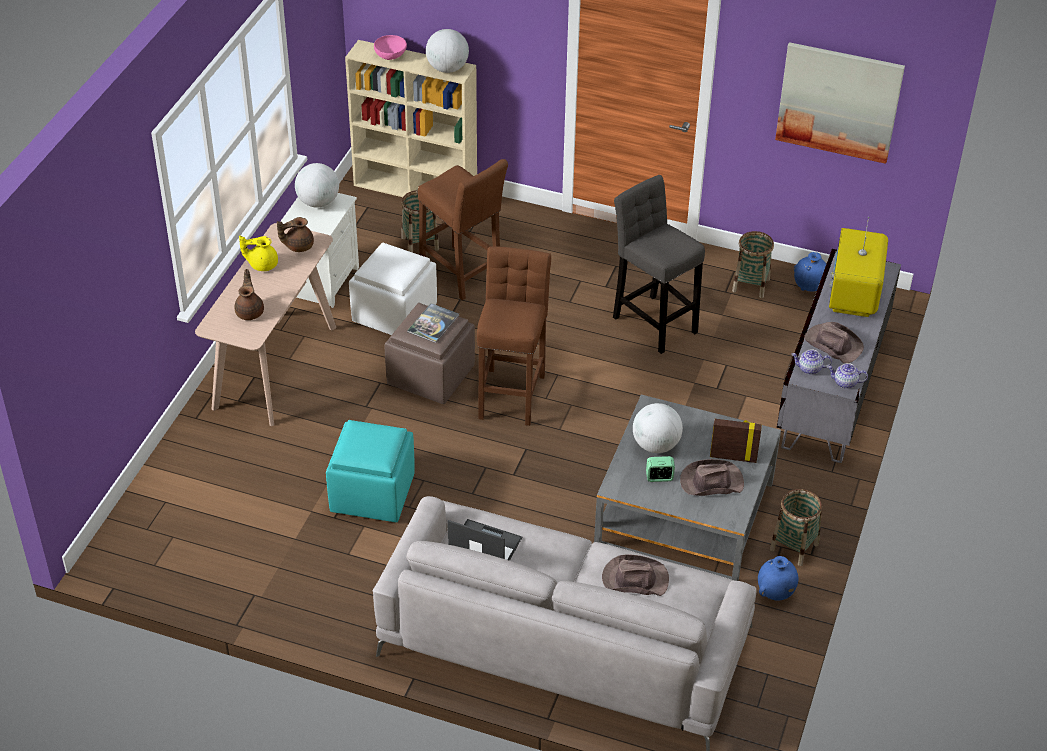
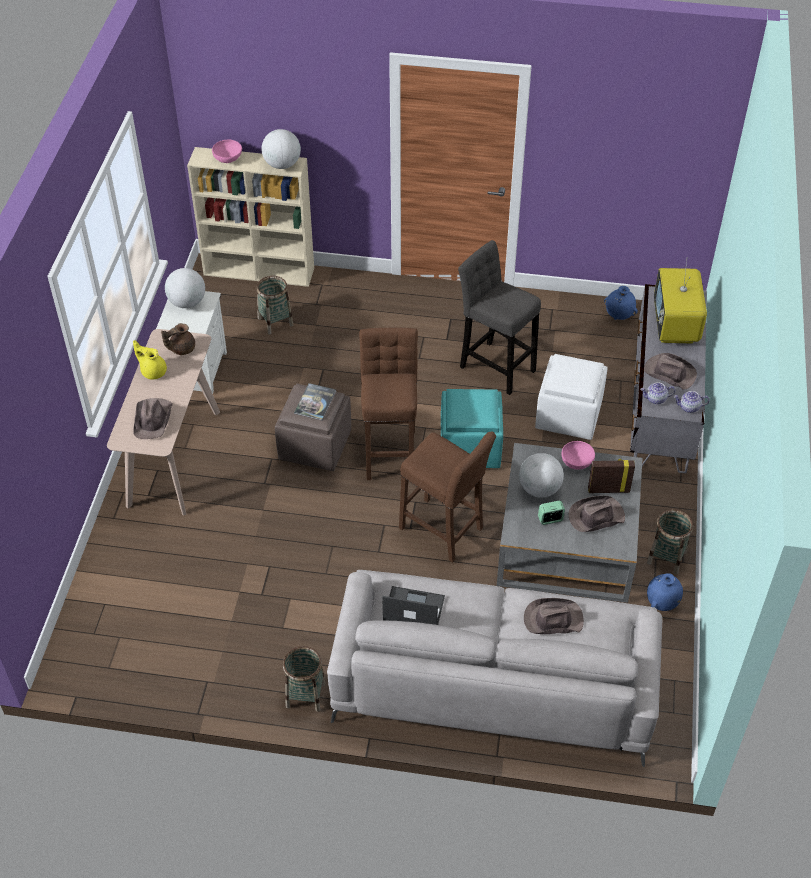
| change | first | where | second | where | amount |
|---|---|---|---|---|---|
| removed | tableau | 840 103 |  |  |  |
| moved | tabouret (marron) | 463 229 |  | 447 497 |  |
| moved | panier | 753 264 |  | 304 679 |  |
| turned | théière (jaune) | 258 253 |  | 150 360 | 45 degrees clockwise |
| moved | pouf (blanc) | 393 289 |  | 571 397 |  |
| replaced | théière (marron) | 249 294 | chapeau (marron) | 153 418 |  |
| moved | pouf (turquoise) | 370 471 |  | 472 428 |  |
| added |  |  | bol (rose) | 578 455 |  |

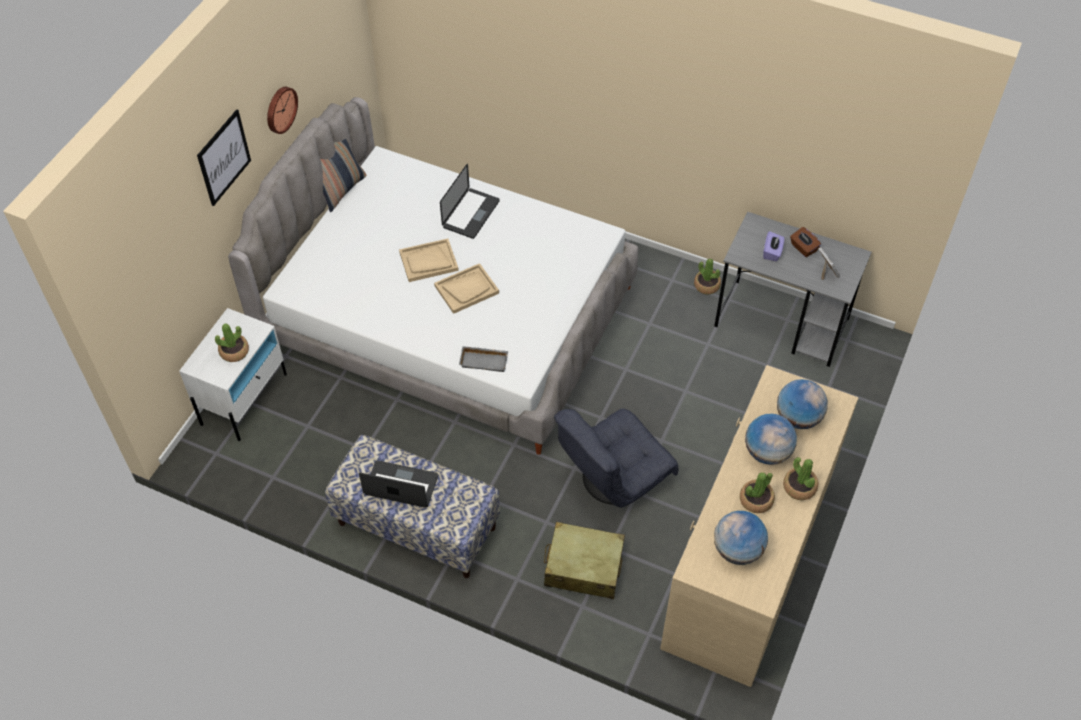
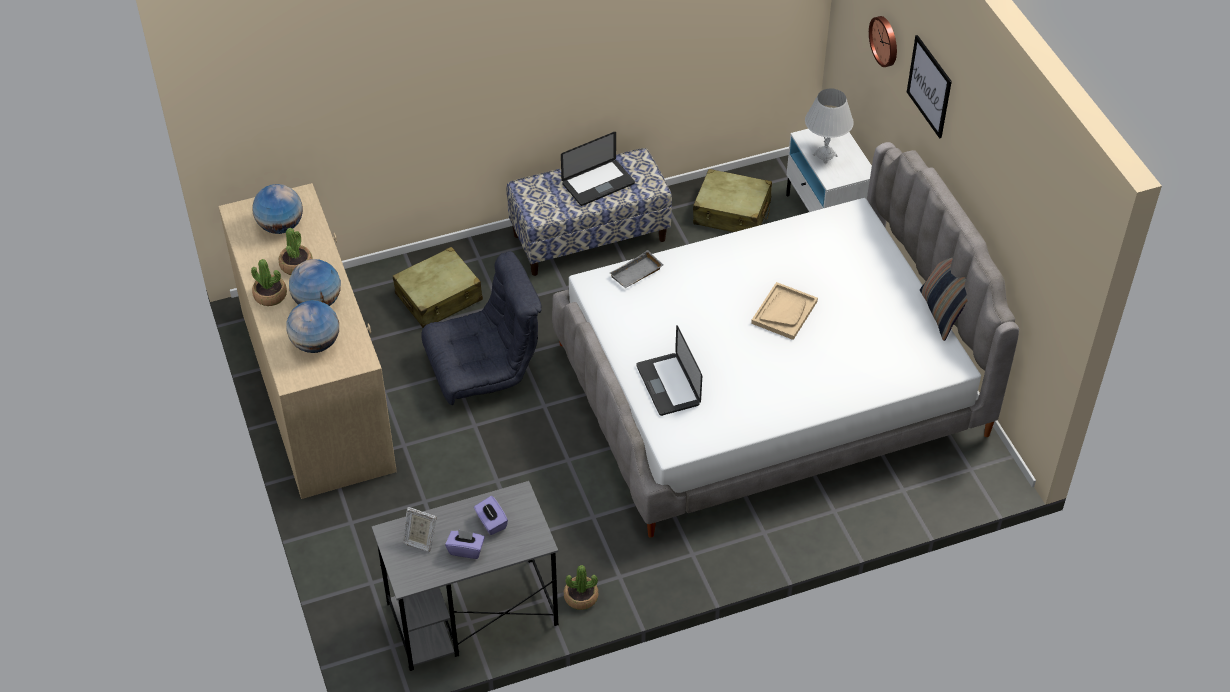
| change | first | where | second | where | amount |
|---|---|---|---|---|---|
| moved | horloge murale | 282 110 |  | 883 41 |  |
| moved | ordinateur portable | 470 201 |  | 669 370 |  |
| recoloured | boîte à mouchoirs (marron) | 805 242 | boîte à mouchoirs (violet) | 465 544 |  |
| removed | plateau (beige) | 466 288 |  |  |  |
| replaced | plante en pot | 232 342 | lampe de table (blanc) | 829 126 |  |
| turned | fauteuil (gris) | 616 457 |  | 481 328 | 60 degrees clockwise |
| added |  |  | valise (beige) | 732 200 |  |

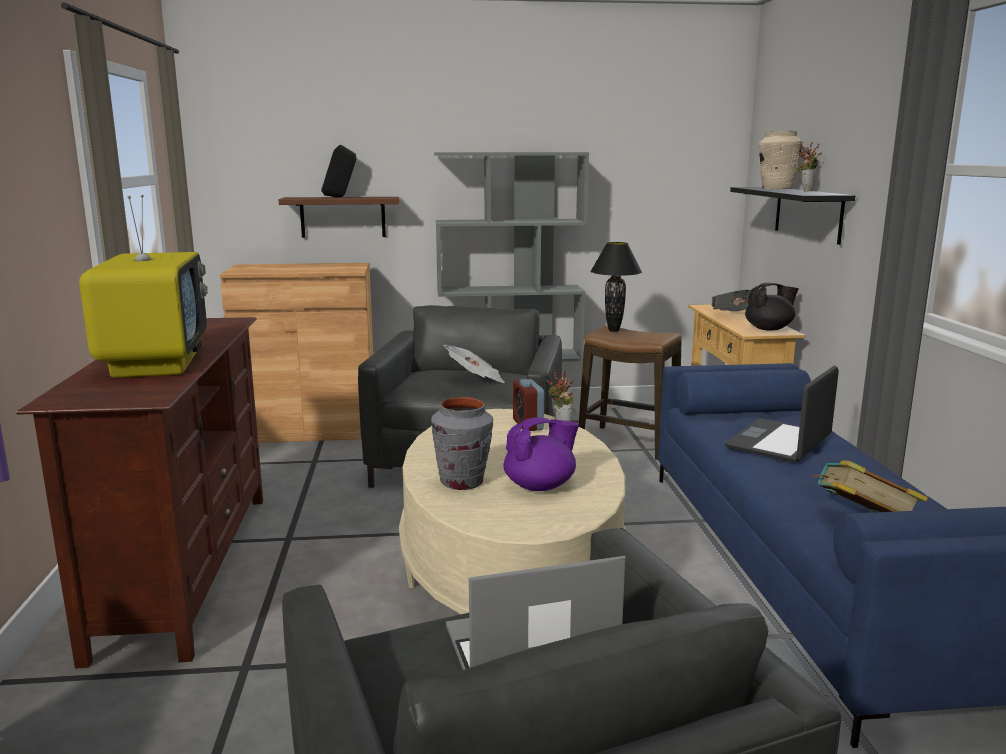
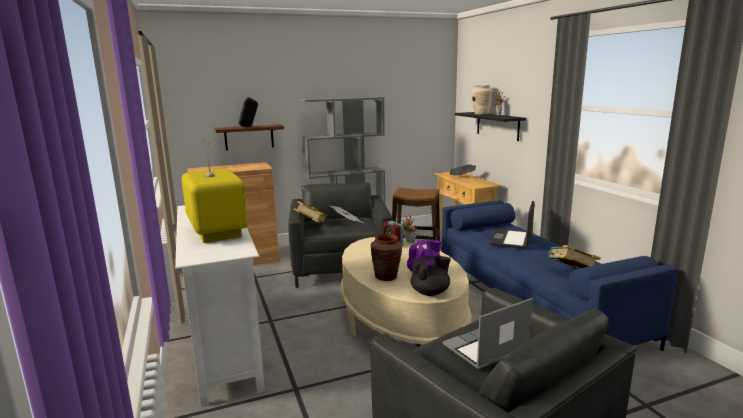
| change | first | where | second | where | amount |
|---|---|---|---|---|---|
| removed | lampe de table (noir) | 616 287 |  |  |  |
| moved | théière (noir) | 772 307 |  | 431 275 |  |
| recoloured | meuble télé (marron) | 139 493 | meuble télé (blanc) | 220 306 |  |
| recoloured | vase (gris) | 462 443 | vase (marron) | 386 257 |  |
| added |  |  | livre | 311 212 |  |

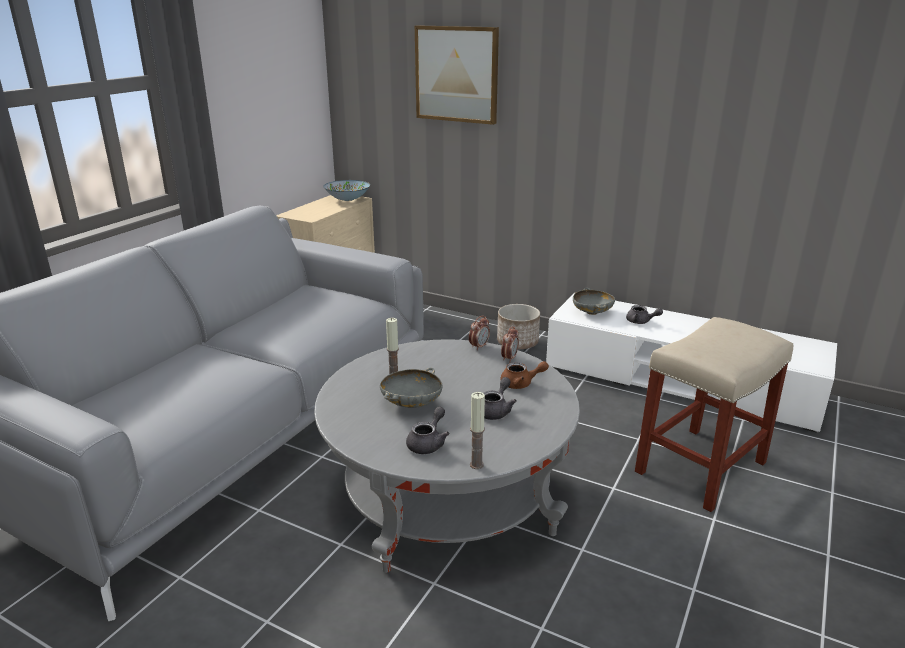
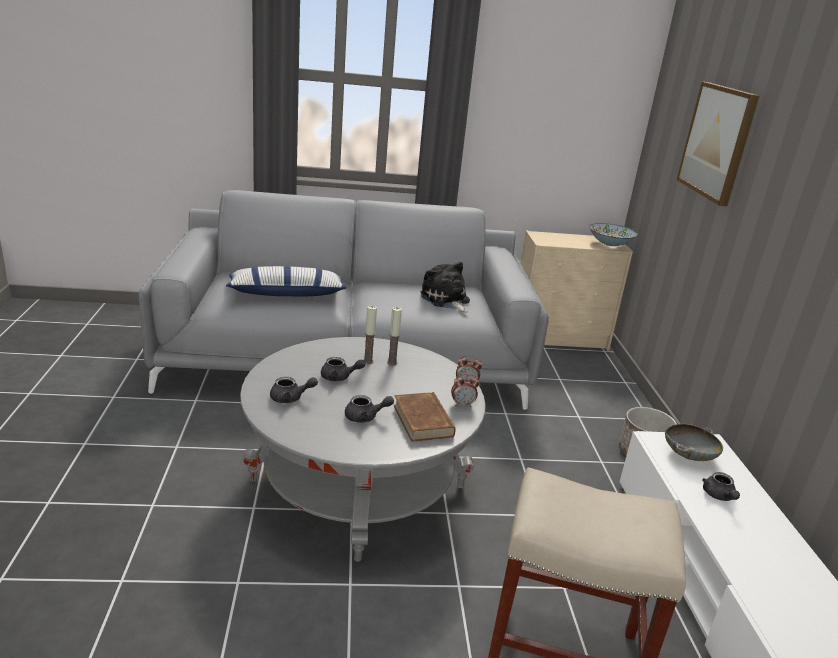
| change | first | where | second | where | amount |
|---|---|---|---|---|---|
| replaced | théière (marron) | 525 375 | livre (marron) | 424 417 |  |
| replaced | bol (gris) | 411 388 | théière (gris) | 343 369 |  |
| moved | bougie | 477 430 |  | 394 336 |  |
| added |  |  | peluche | 445 287 |  |
| added |  |  | coussin | 286 281 |  |

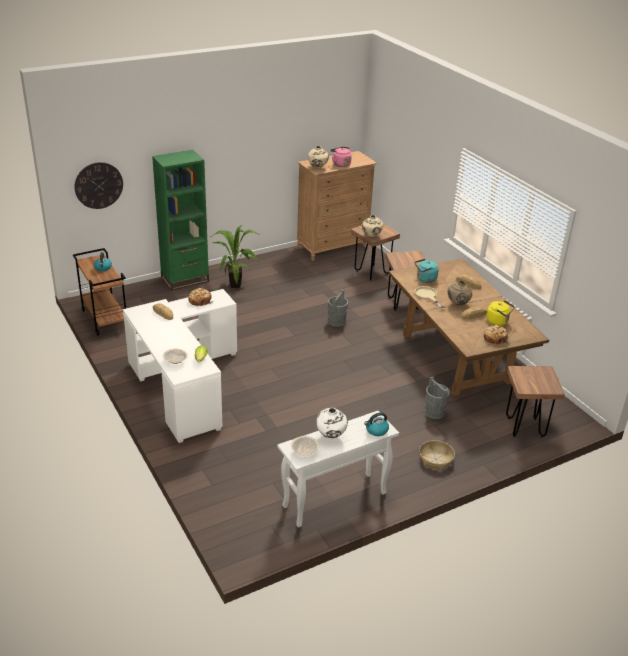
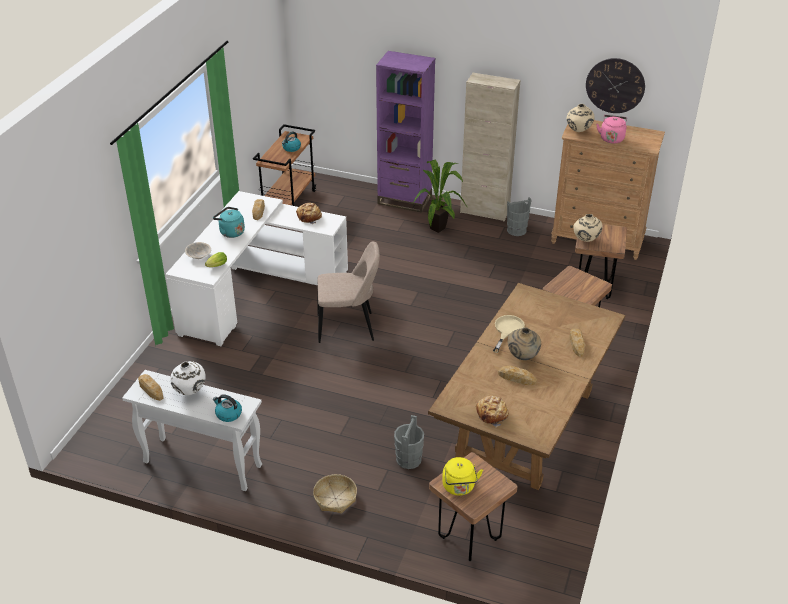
| change | first | where | second | where | amount |
|---|---|---|---|---|---|
| recoloured | bibliothèque (vert) | 180 220 | bibliothèque (violet) | 405 132 |  |
| moved | horloge murale | 98 185 |  | 615 85 |  |
| moved | bouilloire (turquoise) | 427 271 |  | 229 222 |  |
| moved | seau (gris) | 338 308 |  | 519 216 |  |
| moved | bouilloire (jaune) | 500 313 |  | 462 476 |  |
| replaced | bol (beige) | 305 446 | pain | 150 387 |  |
| added |  |  | meuble de rangement (beige) | 490 147 |  |
| added |  |  | chaise (beige) | 348 292 |  |

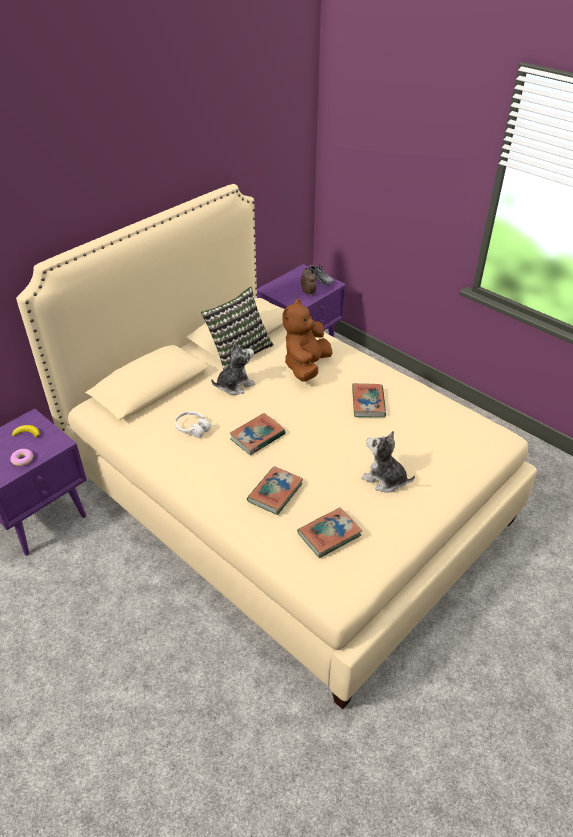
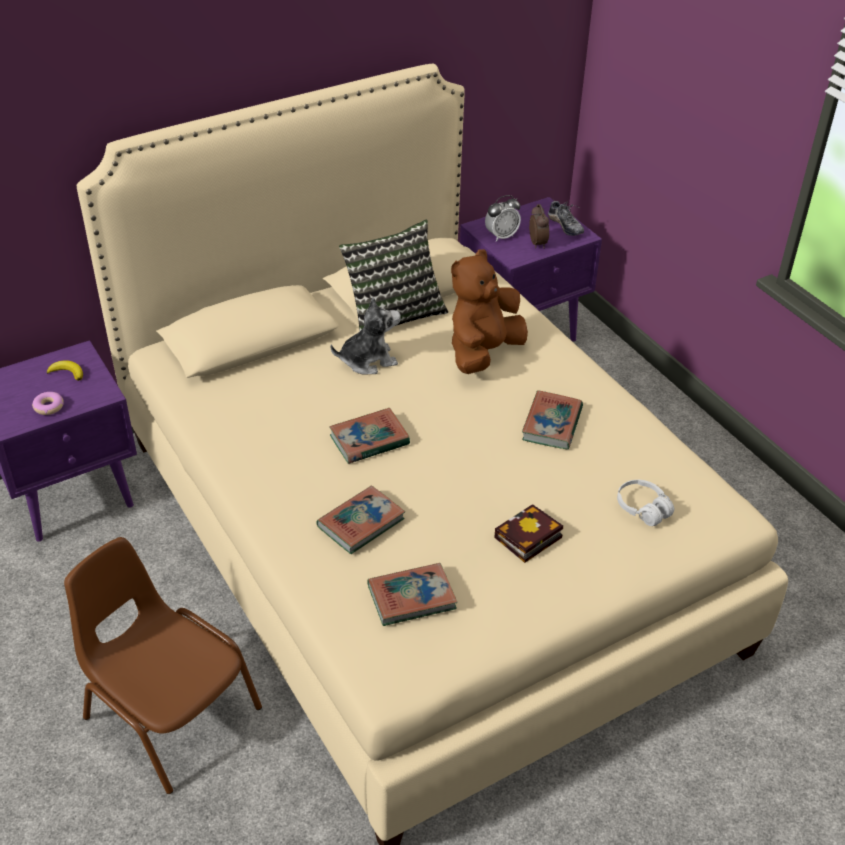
| change | first | where | second | where | amount |
|---|---|---|---|---|---|
| moved | casque audio (blanc) | 193 424 |  | 645 503 |  |
| replaced | peluche | 388 462 | livre | 528 533 |  |
| added |  |  | réveil | 503 218 |  |
| added |  |  | chaise (marron) | 163 665 |  |

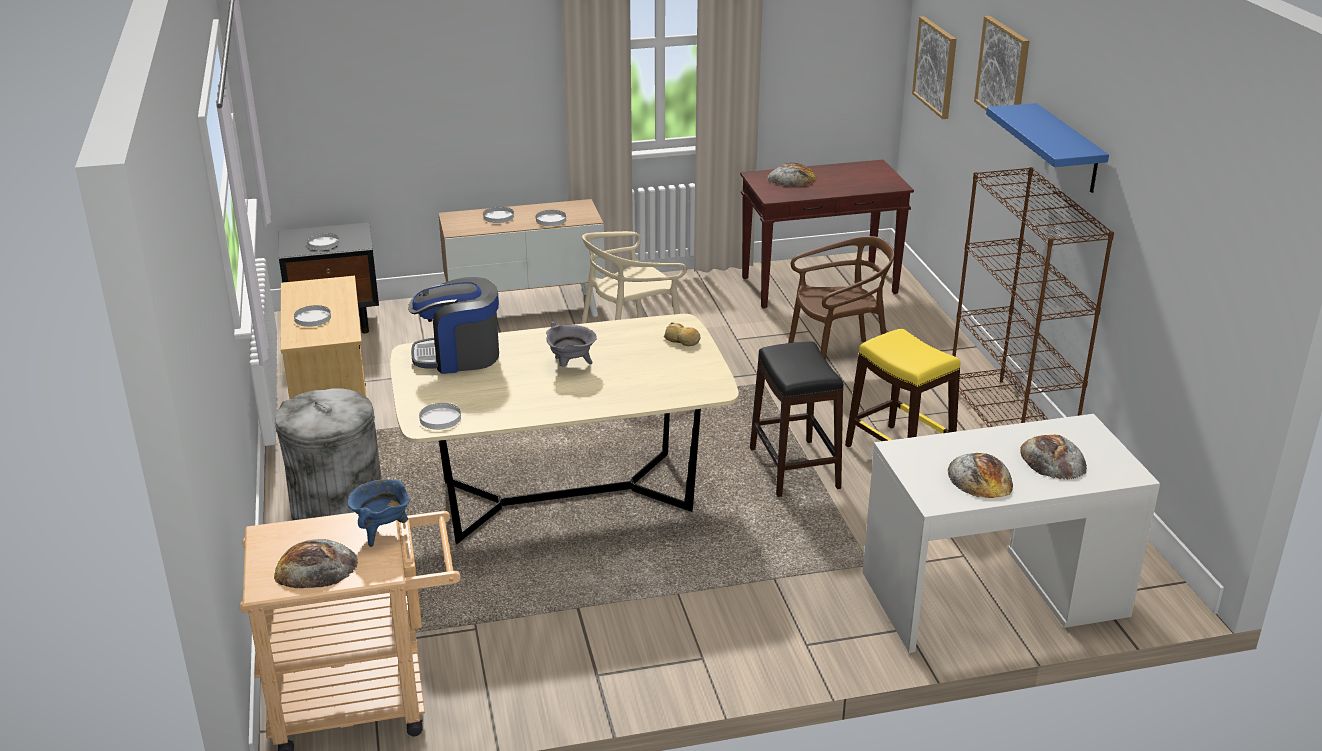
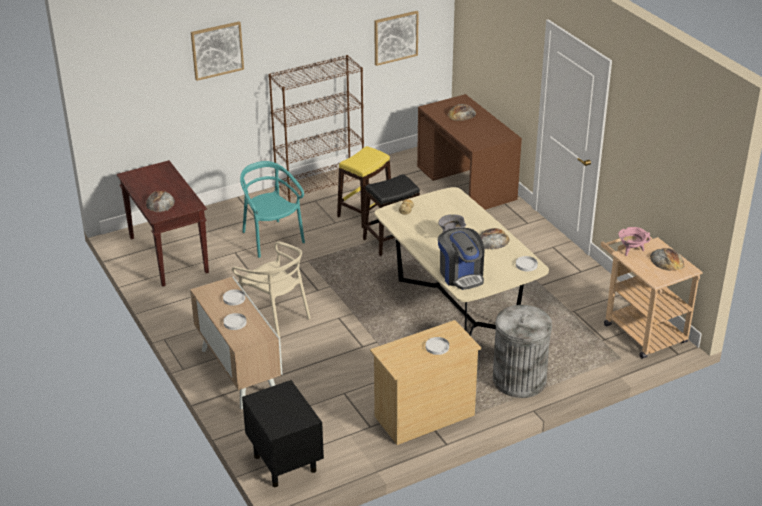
| change | first | where | second | where | amount |
|---|---|---|---|---|---|
| moved | tableau | 934 67 |  | 396 38 |  |
| removed | étagère (bleu) | 1047 148 |  |  |  |
| removed | assiette (blanc) | 323 241 |  |  |  |
| recoloured | chaise (marron) | 841 298 | chaise (turquoise) | 272 209 |  |
| recoloured | bureau (blanc) | 1011 533 | bureau (marron) | 469 152 |  |
| moved | pain | 980 475 |  | 494 239 |  |
| recoloured | marmite (bleu) | 378 513 | marmite (rose) | 634 241 |  |

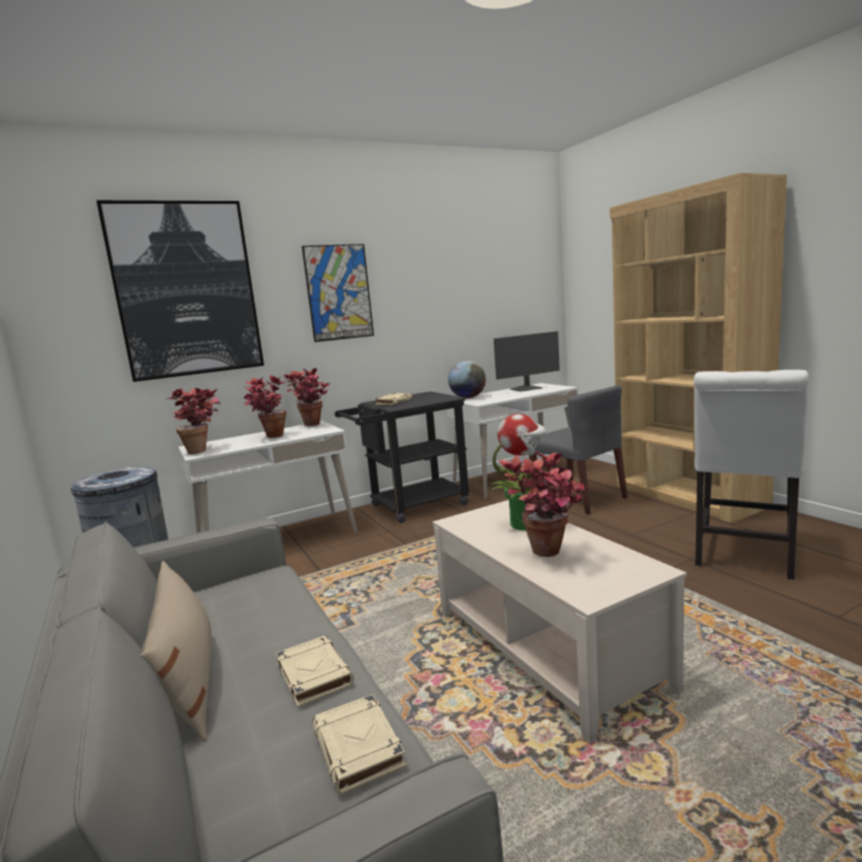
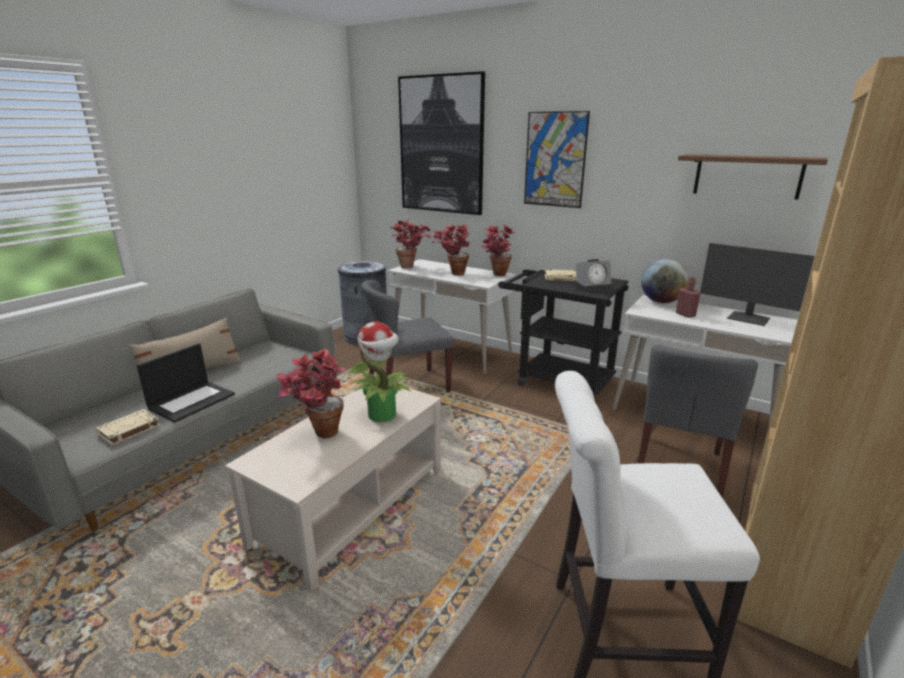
| change | first | where | second | where | amount |
|---|---|---|---|---|---|
| replaced | livre (beige) | 315 671 | ordinateur portable | 186 383 |  |
| added |  |  | étagère (marron) | 753 177 |  |
| added |  |  | réveil | 593 275 |  |
| added |  |  | bouteille (rouge) | 688 297 |  |
| added |  |  | chaise (gris) | 407 336 |  |

